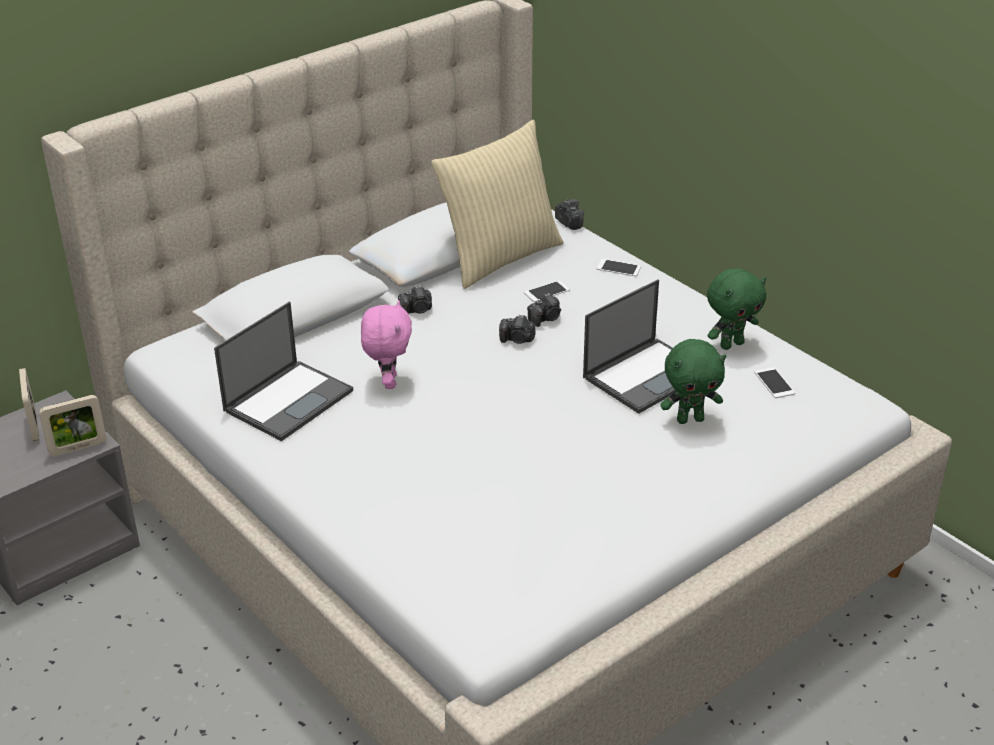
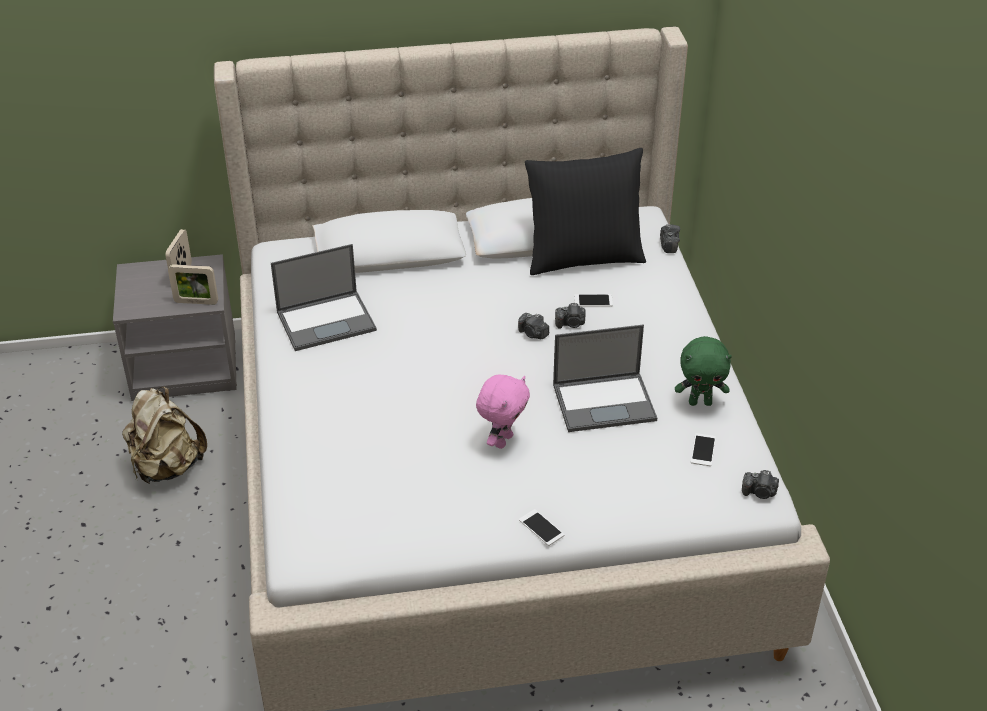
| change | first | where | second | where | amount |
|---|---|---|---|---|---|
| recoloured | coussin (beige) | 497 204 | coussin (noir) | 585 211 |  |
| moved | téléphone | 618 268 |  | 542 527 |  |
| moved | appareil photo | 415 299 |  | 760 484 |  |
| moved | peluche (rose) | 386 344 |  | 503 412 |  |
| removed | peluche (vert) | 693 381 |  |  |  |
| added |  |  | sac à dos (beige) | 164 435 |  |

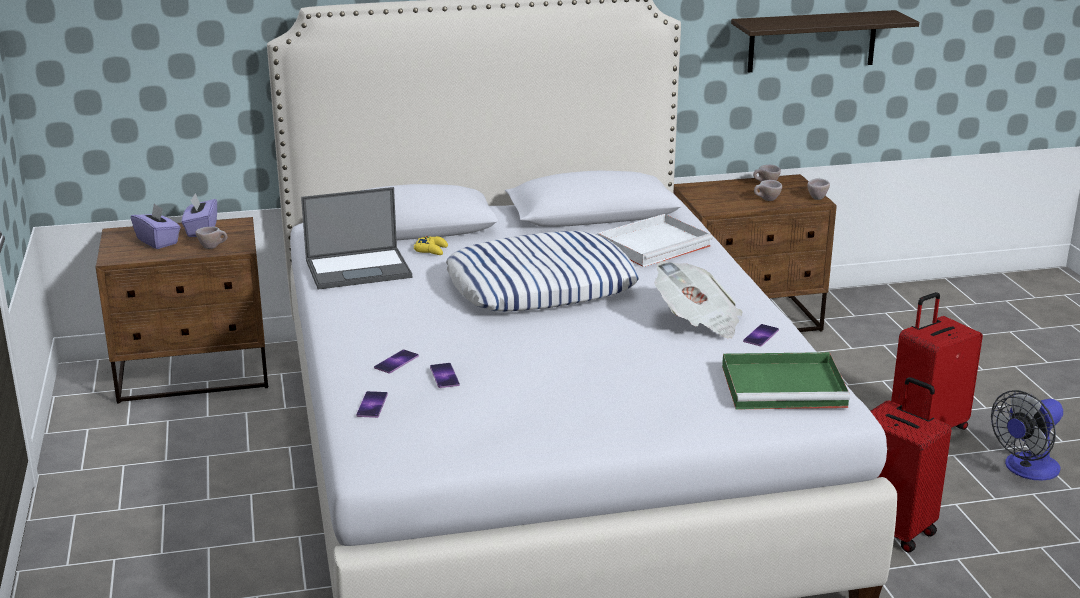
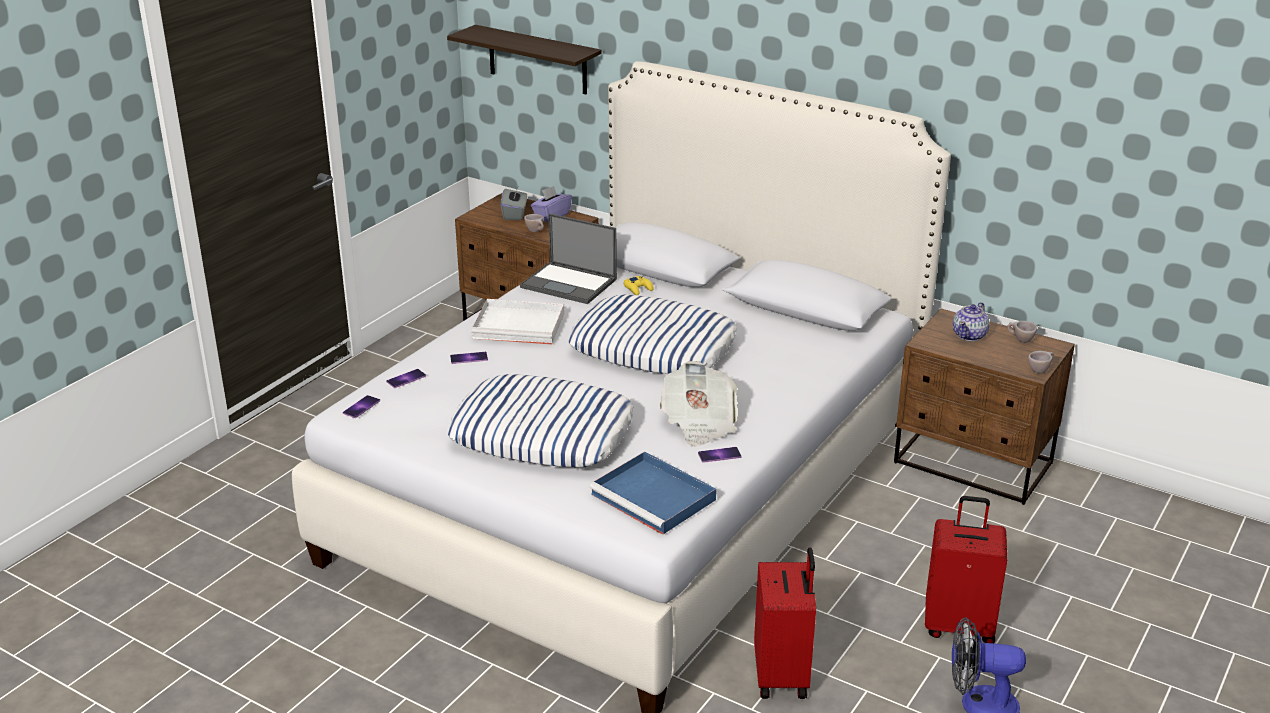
| change | first | where | second | where | amount |
|---|---|---|---|---|---|
| moved | étagère | 825 41 |  | 524 59 |  |
| removed | tasse (beige) | 768 190 |  |  |  |
| recoloured | boîte à mouchoirs (violet) | 156 226 | boîte à mouchoirs (gris) | 514 202 |  |
| moved | plateau (blanc) | 655 240 |  | 518 321 |  |
| recoloured | plateau (vert) | 786 381 | plateau (bleu) | 653 493 |  |
| moved | téléphone | 445 375 |  | 361 406 |  |
| added |  |  | théière | 971 321 |  |
| added |  |  | coussin | 540 421 |  |

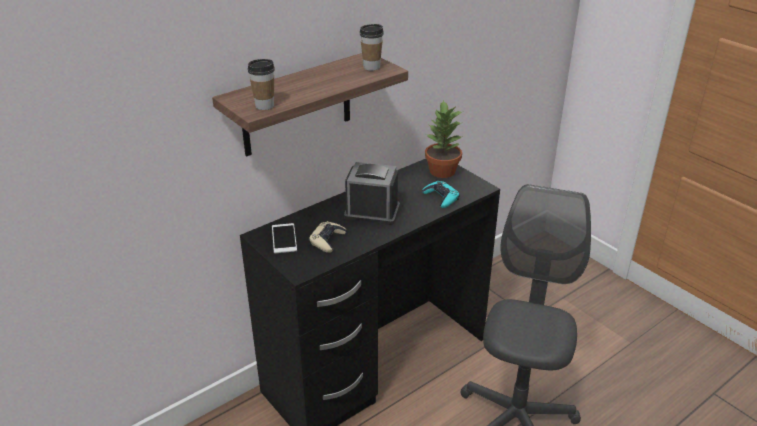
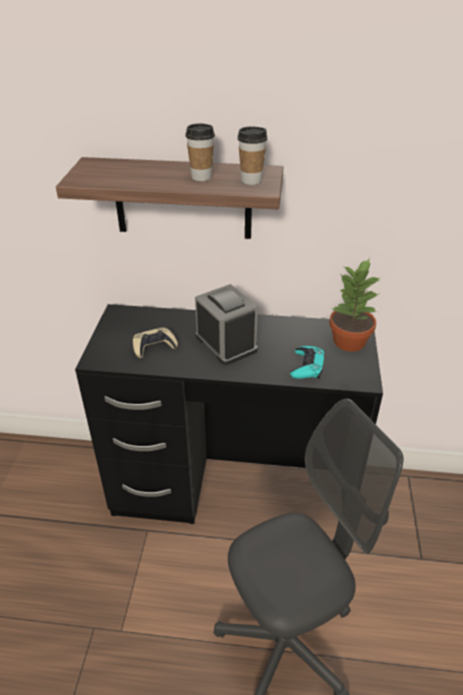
| change | first | where | second | where | amount |
|---|---|---|---|---|---|
| moved | tasse | 261 84 |  | 200 152 |  |
| removed | téléphone | 284 238 |  |  |  |

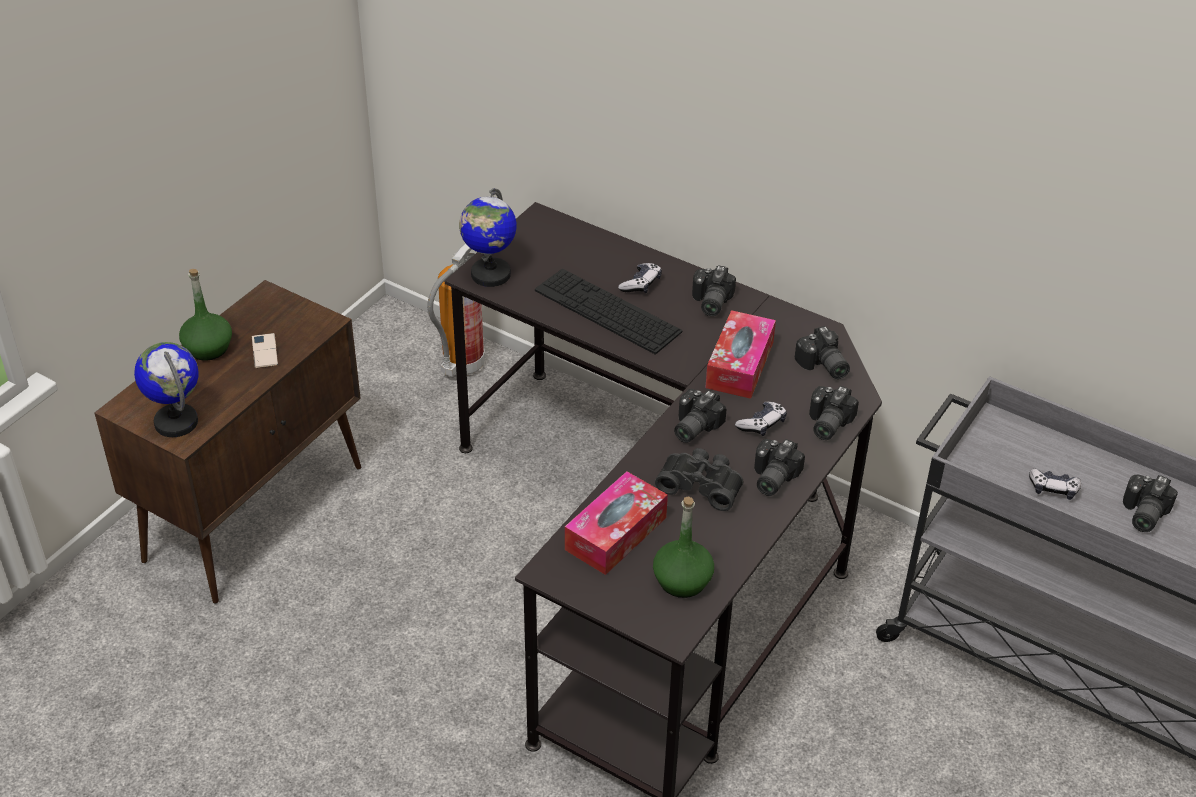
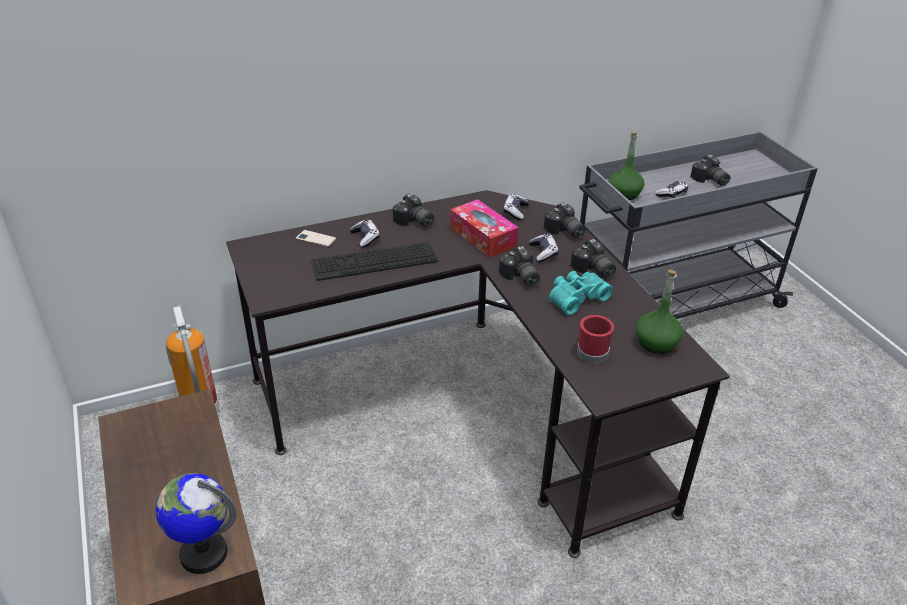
| change | first | where | second | where | amount |
|---|---|---|---|---|---|
| removed | globe | 488 237 |  |  |  |
| moved | bouteille (vert) | 205 315 |  | 627 166 |  |
| replaced | appareil photo | 822 352 | manette | 516 207 |  |
| moved | téléphone | 265 350 |  | 315 238 |  |
| recoloured | jumelles (noir) | 699 479 | jumelles (turquoise) | 581 293 |  |
| replaced | boîte à mouchoirs | 616 523 | mug (rouge) | 595 339 |  |

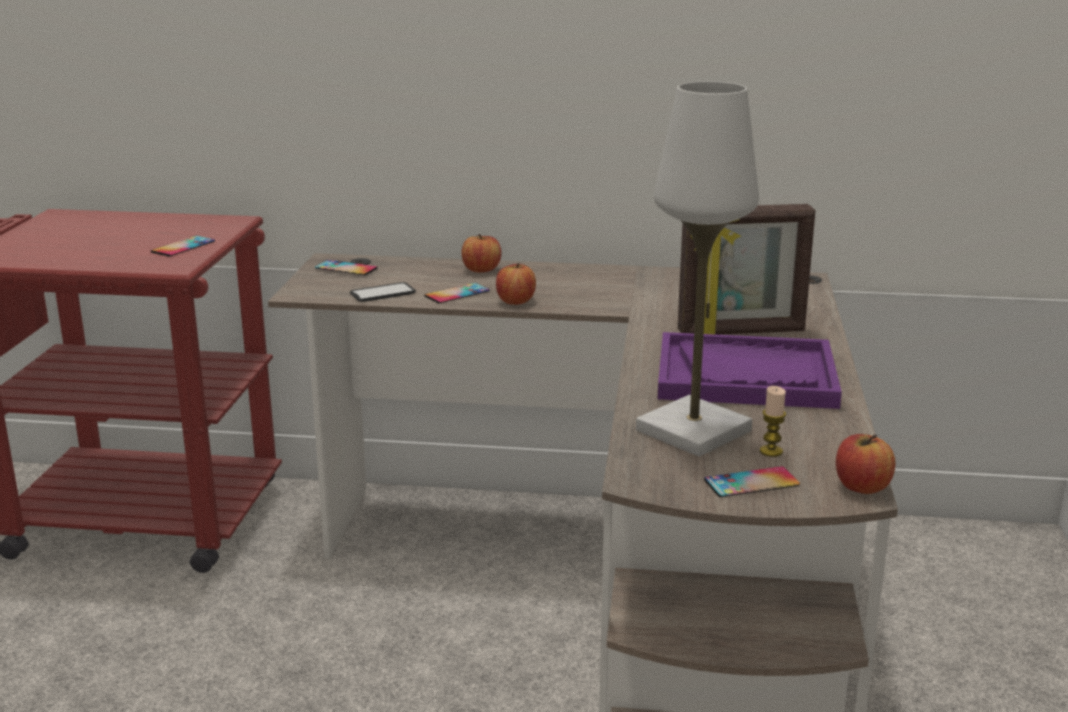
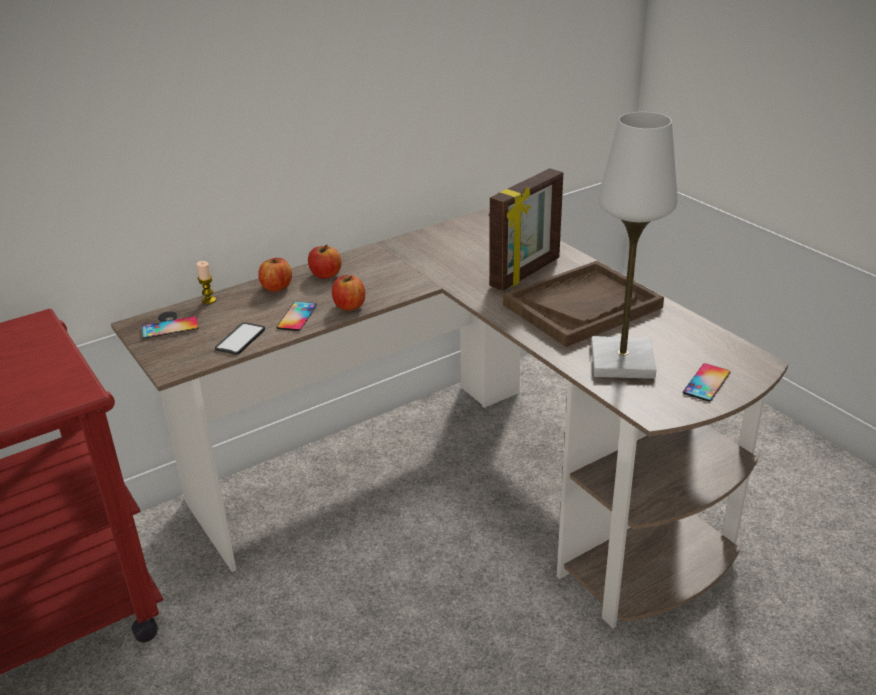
| change | first | where | second | where | amount |
|---|---|---|---|---|---|
| removed | téléphone | 183 246 |  |  |  |
| recoloured | plateau (violet) | 750 370 | plateau (marron) | 583 304 |  |
| moved | bougie | 773 421 |  | 206 282 |  |
| moved | pomme | 866 464 |  | 324 261 |  |

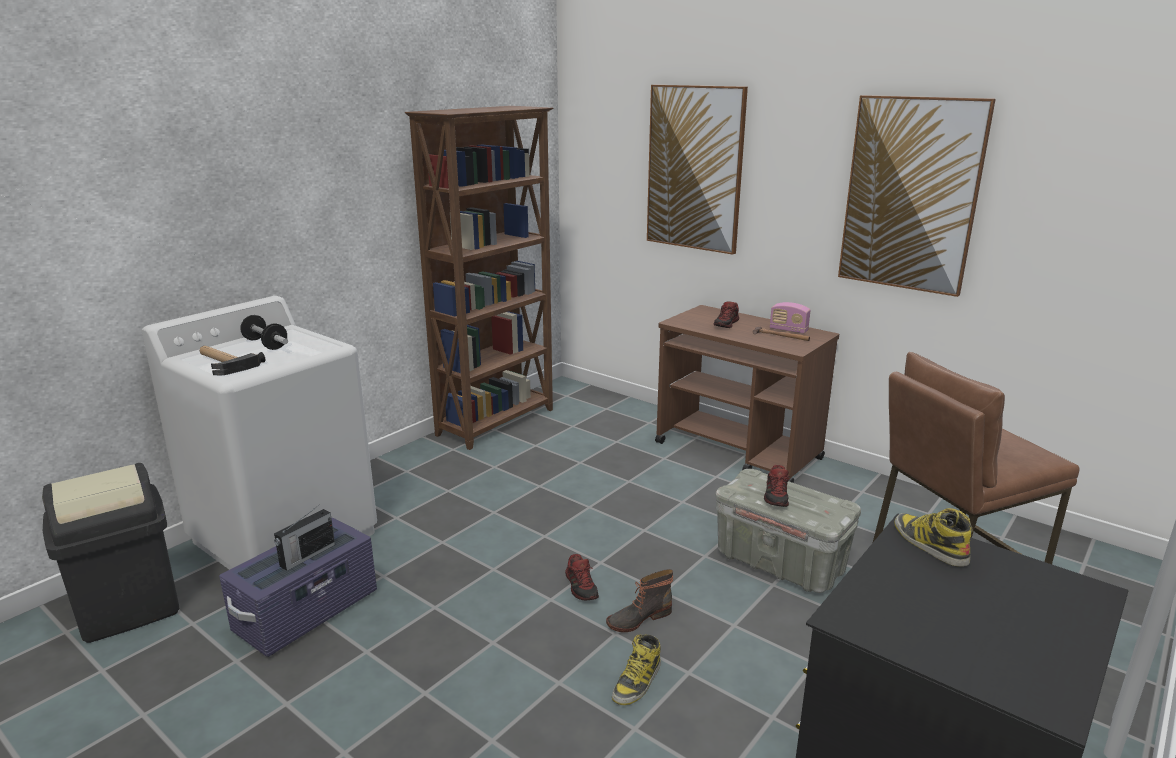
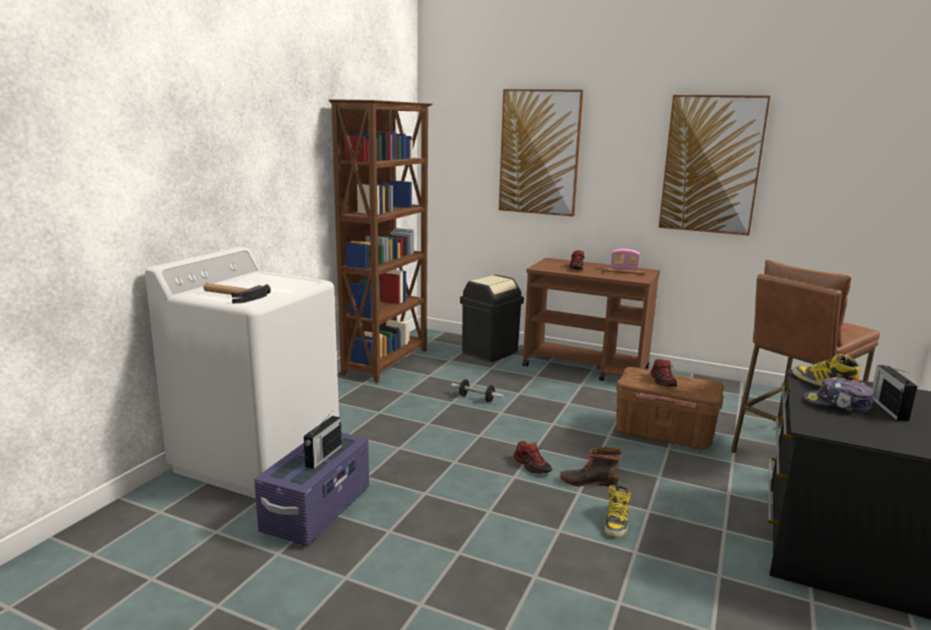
| change | first | where | second | where | amount |
|---|---|---|---|---|---|
| moved | haltère | 264 332 |  | 477 390 |  |
| moved | poubelle (noir) | 110 553 |  | 492 318 |  |
| recoloured | boîte de rangement (gris) | 788 531 | boîte de rangement (marron) | 670 408 |  |
| turned | botte | 640 600 |  | 591 466 | 45 degrees clockwise |
| added |  |  | radio | 894 393 |  |
| added |  |  | casquette | 839 395 |  |

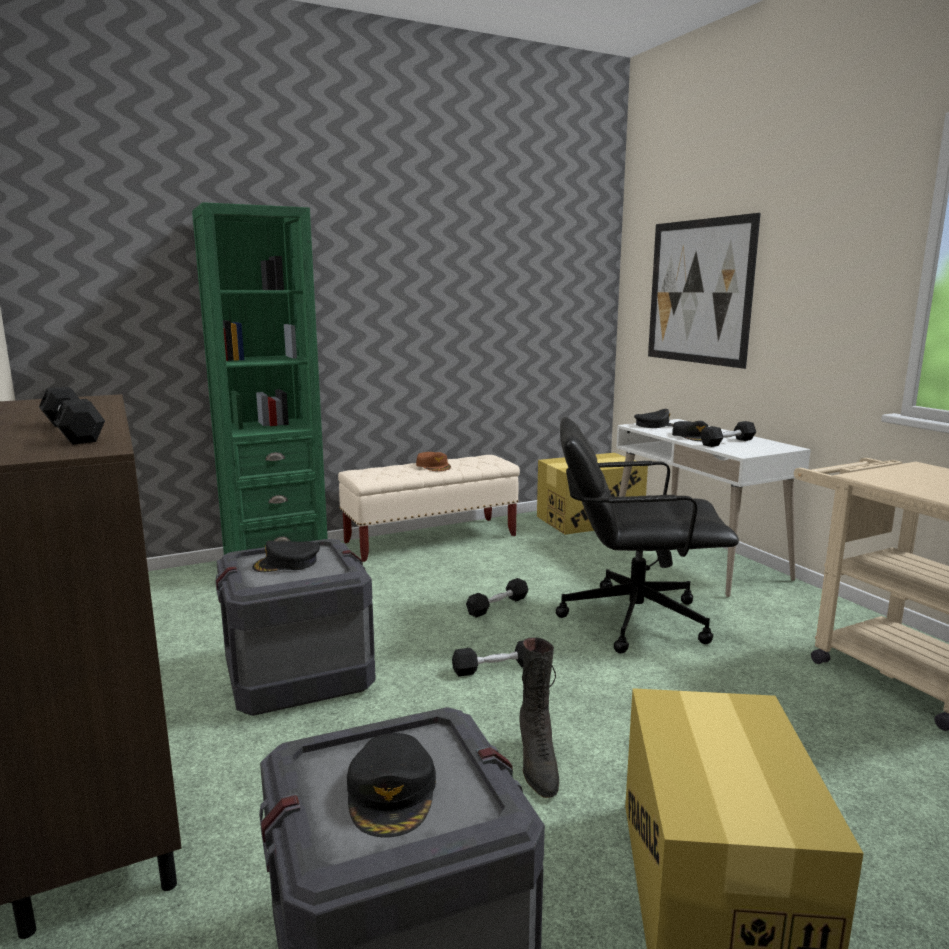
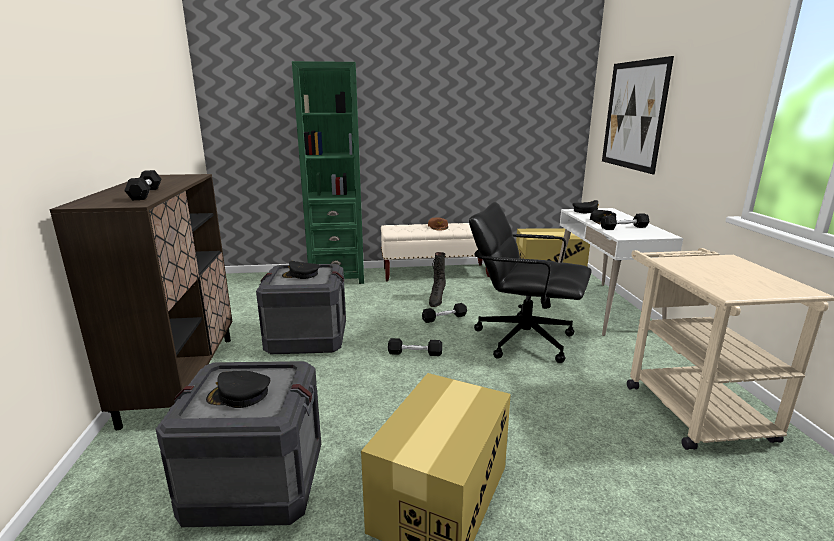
| change | first | where | second | where | amount |
|---|---|---|---|---|---|
| moved | botte (noir) | 539 717 |  | 437 279 |  |
| turned | casquette (noir) | 391 785 |  | 238 389 | 75 degrees clockwise |

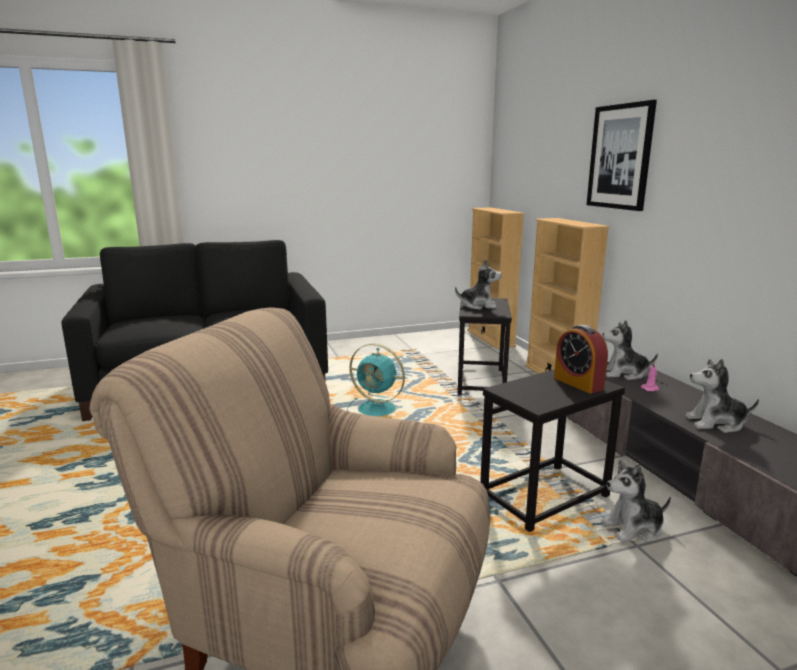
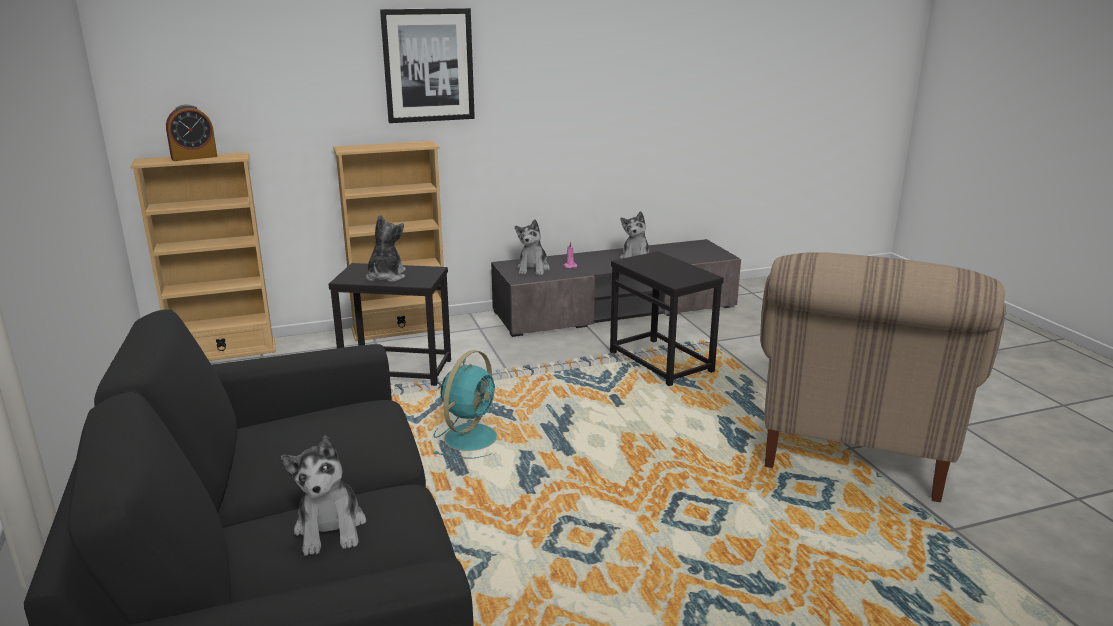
| change | first | where | second | where | amount |
|---|---|---|---|---|---|
| moved | réveil | 581 359 |  | 191 132 |  |
| moved | peluche | 636 501 |  | 323 496 |  |

